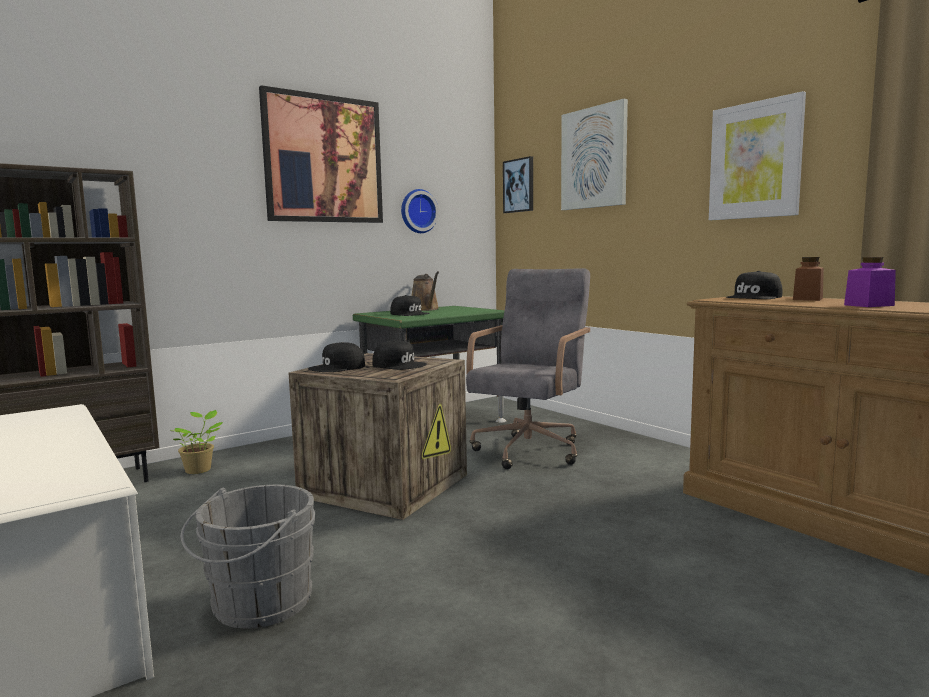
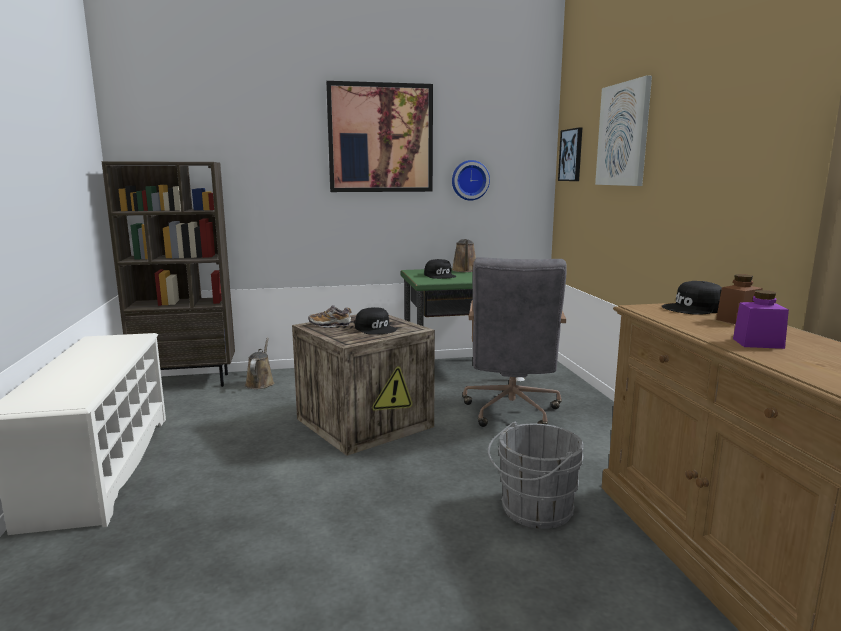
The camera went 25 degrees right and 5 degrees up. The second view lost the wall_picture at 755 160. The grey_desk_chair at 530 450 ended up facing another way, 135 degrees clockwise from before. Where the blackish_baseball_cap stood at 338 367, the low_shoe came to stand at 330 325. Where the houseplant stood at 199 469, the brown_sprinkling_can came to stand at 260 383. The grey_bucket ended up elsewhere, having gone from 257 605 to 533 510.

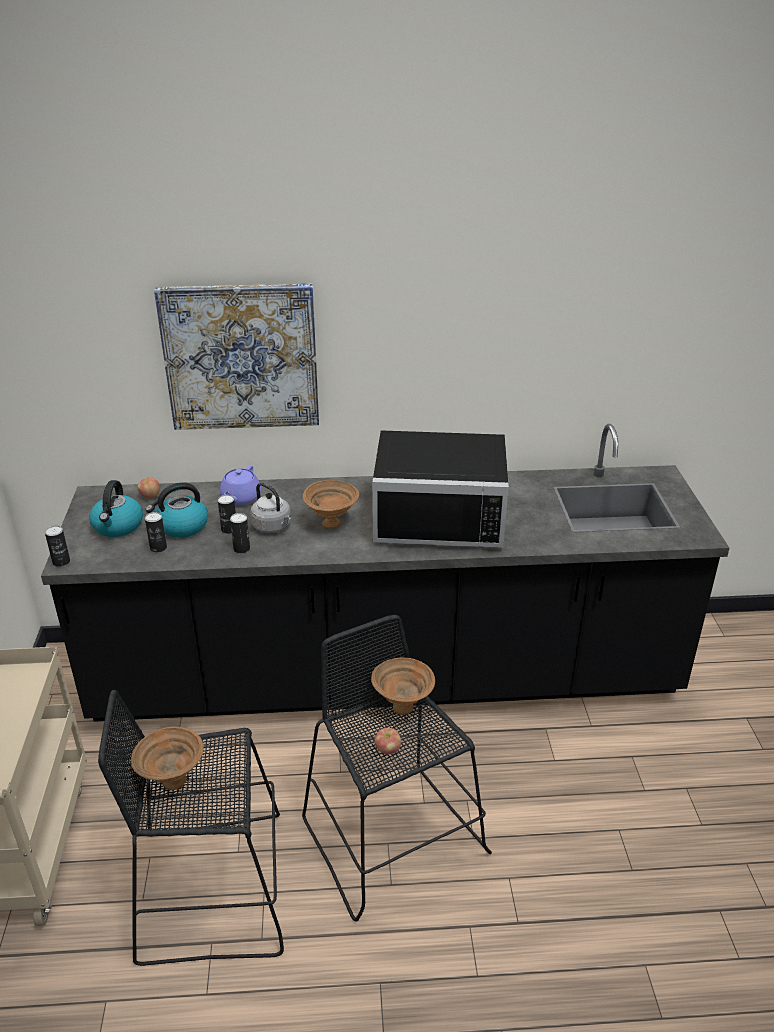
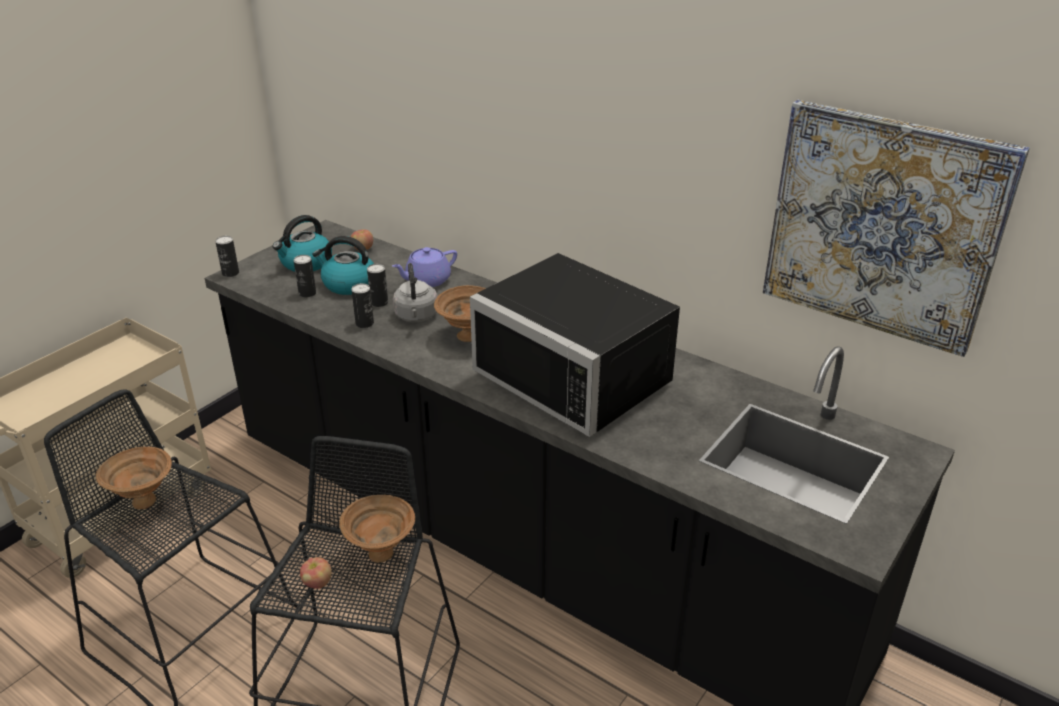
The camera went 40 degrees right and 0 degrees up. The wall_picture ended up elsewhere, having gone from 241 357 to 883 226.

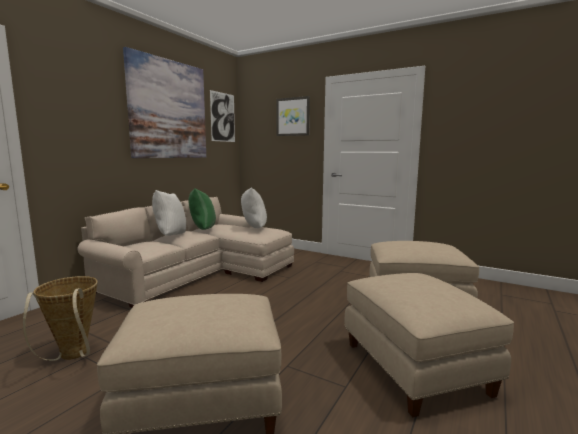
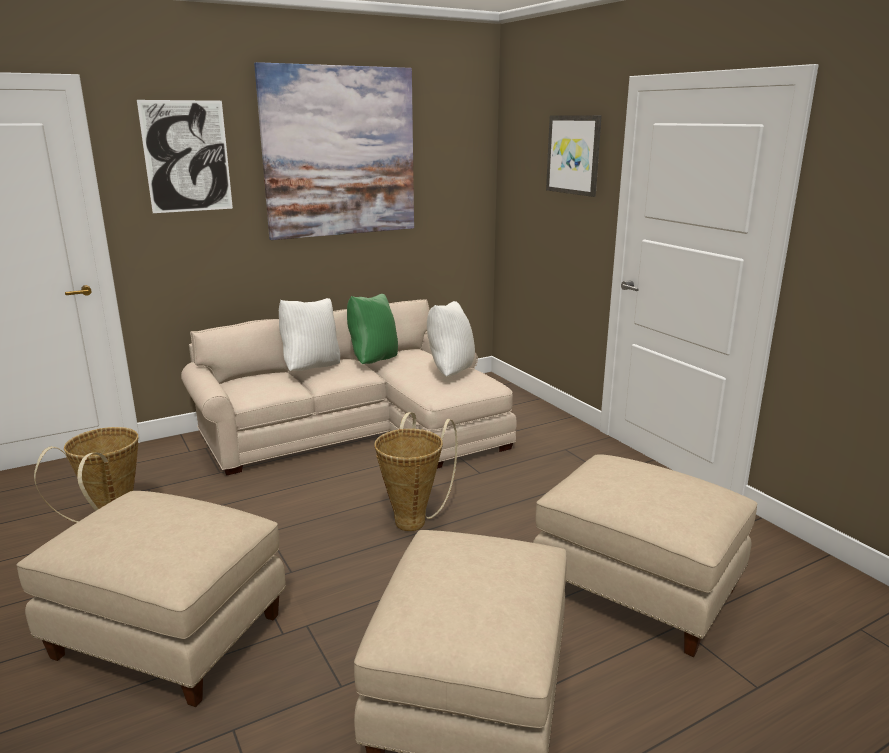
The camera went 30 degrees right and 10 degrees up. The wall_picture ended up elsewhere, having gone from 223 117 to 187 156. The second view gained the basket at 414 519.

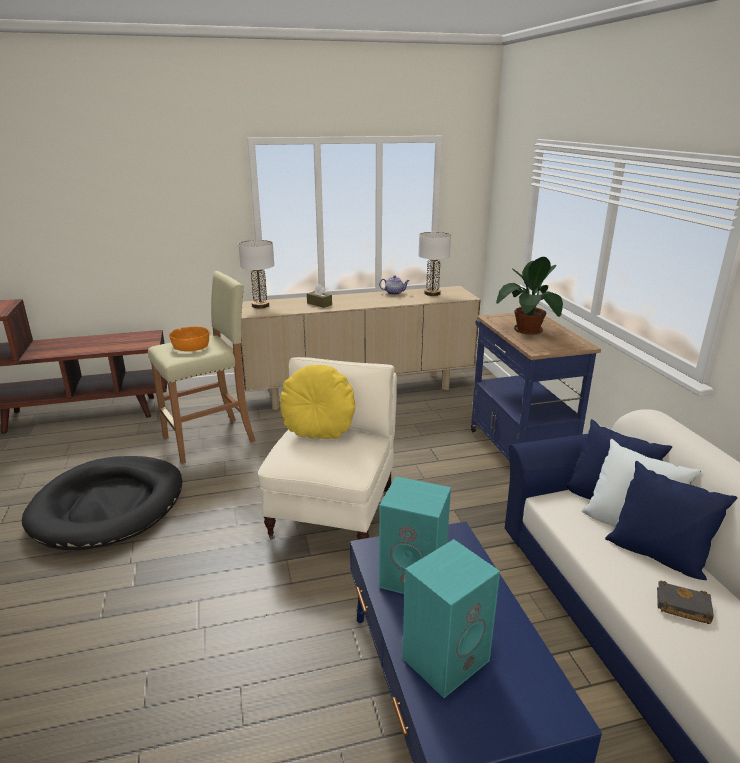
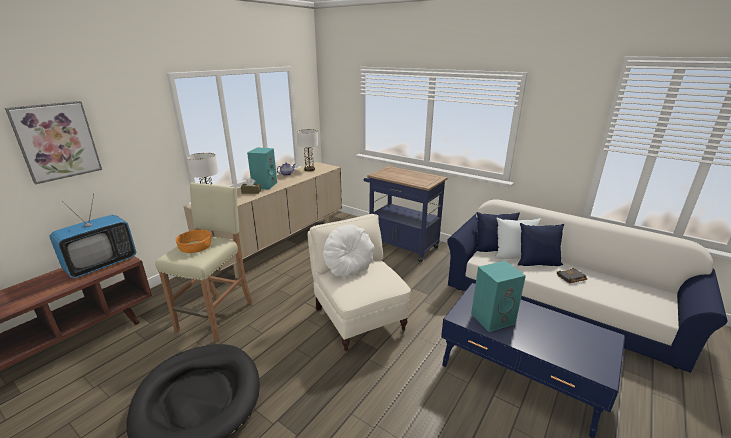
The camera went 40 degrees left and 0 degrees up. The second view lost the houseplant at 527 330. What was the yellow_cushion at 319 433 turned into the white-coloured_cushion at 349 271. The turquoise-coloured_loudspeaker ended up elsewhere, having gone from 445 657 to 264 185. The second view gained the wall_picture at 57 141. The second view gained the TV at 101 264.

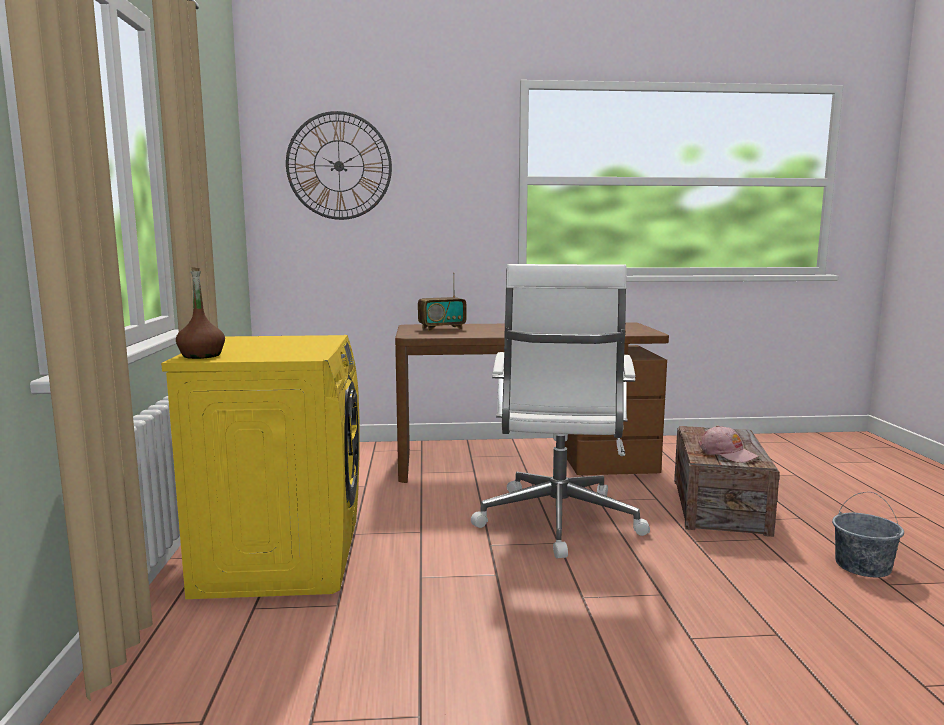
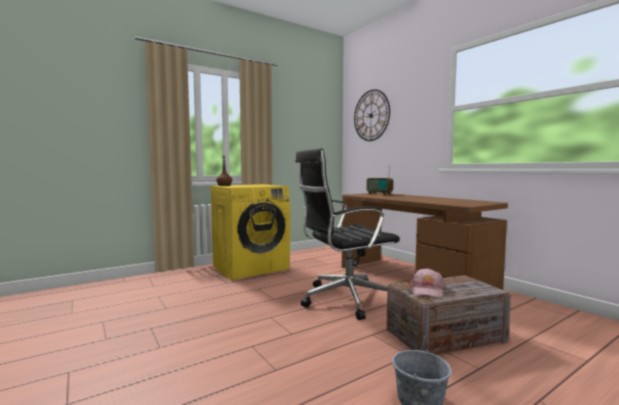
The camera went 60 degrees right and 5 degrees down. What was the white-coloured_desk_chair at 558 522 turned into the blackish_desk_chair at 344 299.

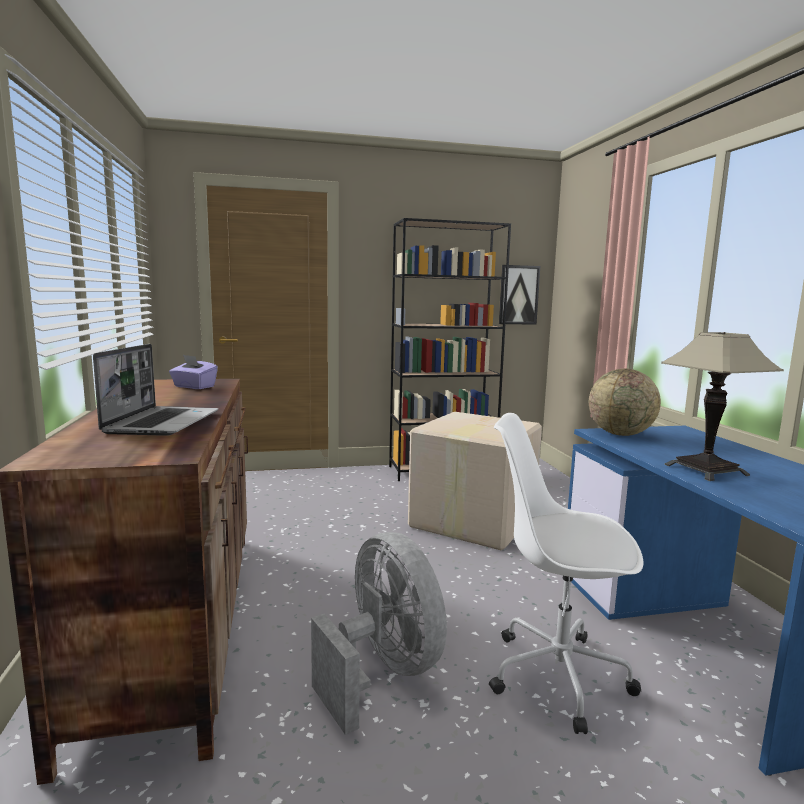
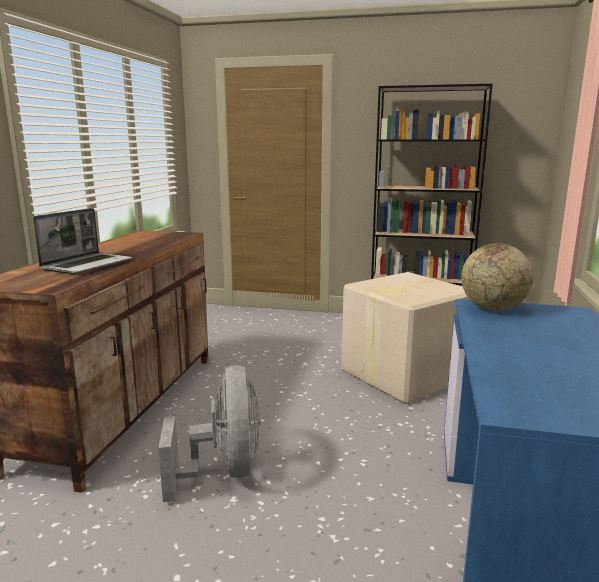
The camera went 25 degrees right and 5 degrees up. The second view lost the wall_picture at 518 295. The second view lost the tabletop_lamp at 706 470. The second view lost the purplish_box_of_tissues at 194 387. The second view lost the white-coloured_desk_chair at 554 675.

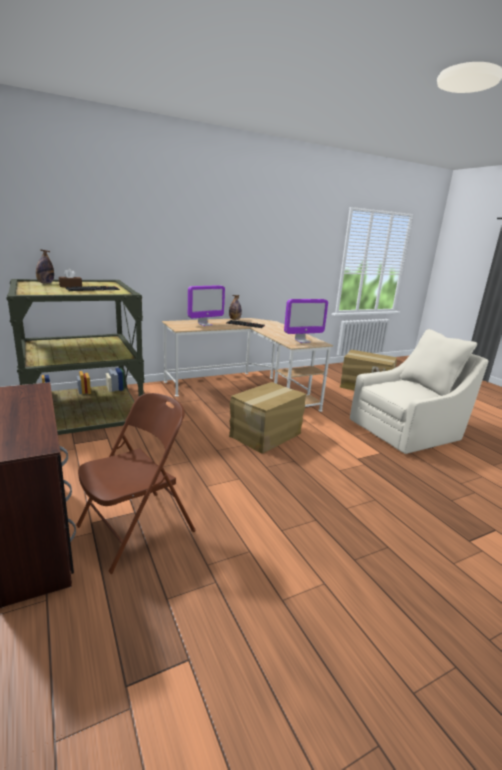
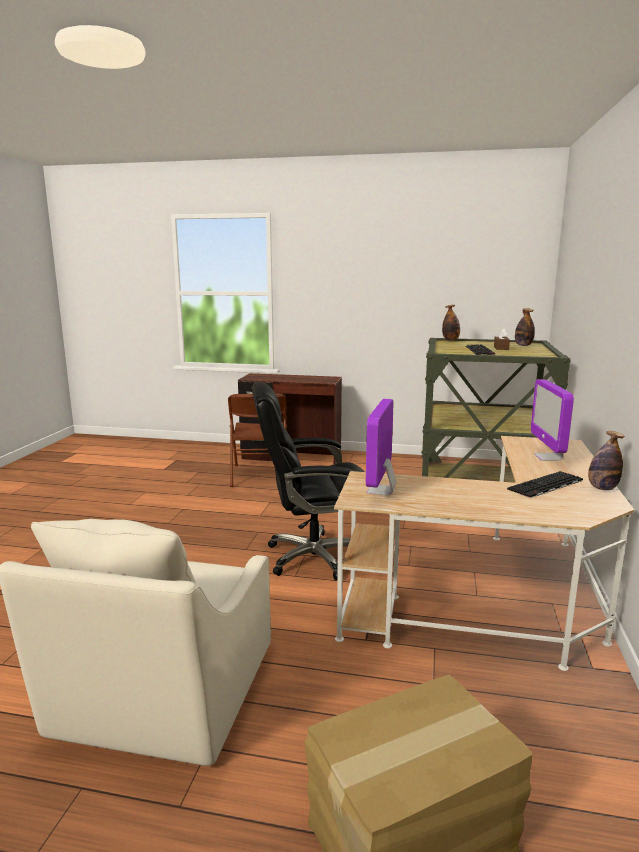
The camera went 130 degrees right and 5 degrees down. Where the cardboard_box stood at 266 435, the blackish_desk_chair came to stand at 316 556. The second view gained the bottle at 450 340.

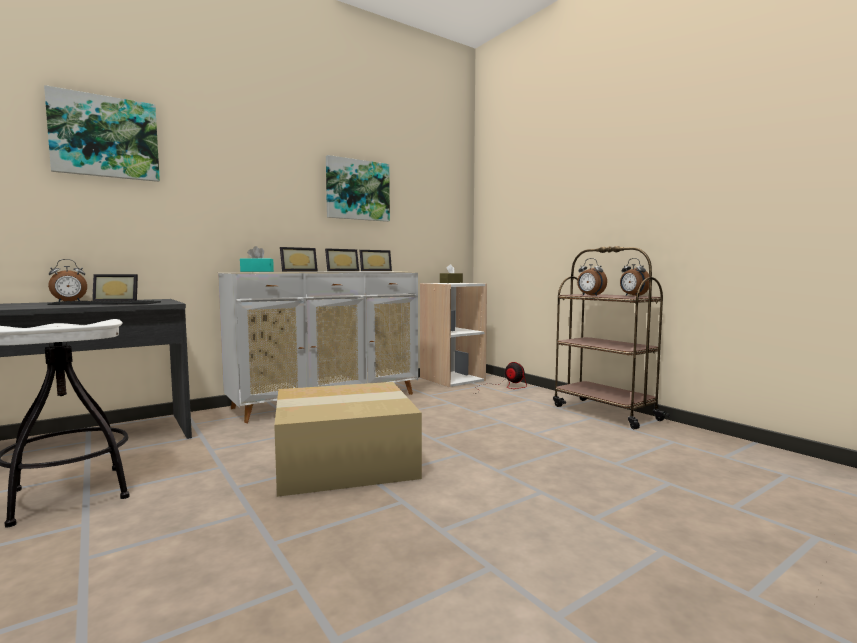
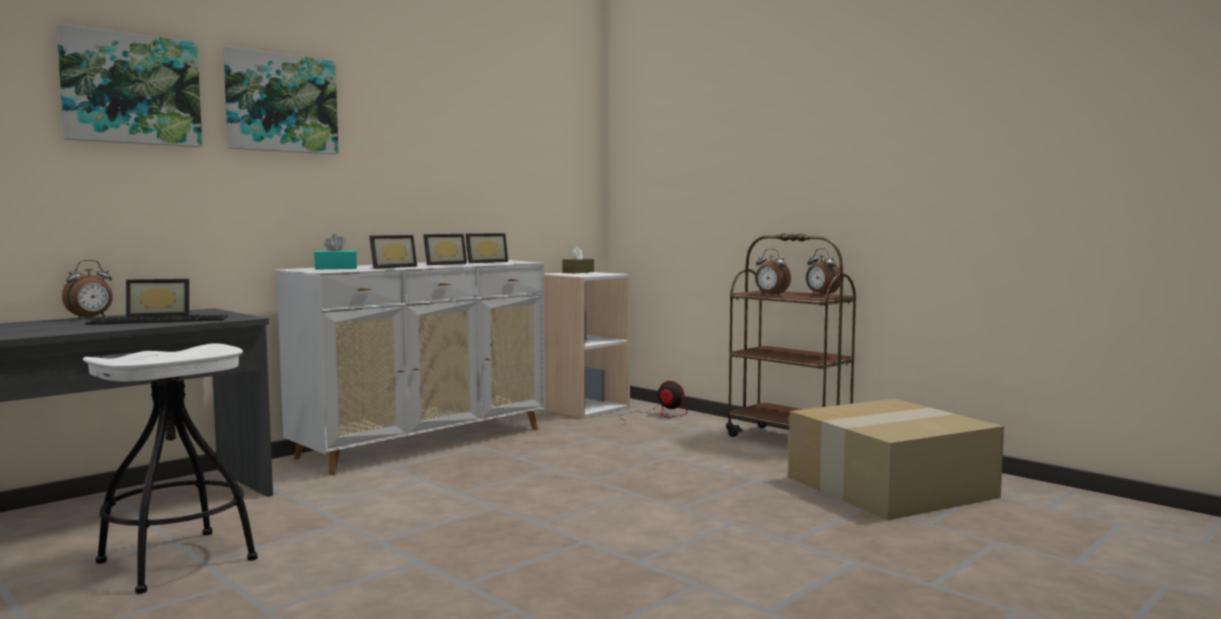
The camera went 10 degrees left and 0 degrees up. The wall_picture ended up elsewhere, having gone from 357 190 to 281 103. The cardboard_box ended up elsewhere, having gone from 346 459 to 890 486.

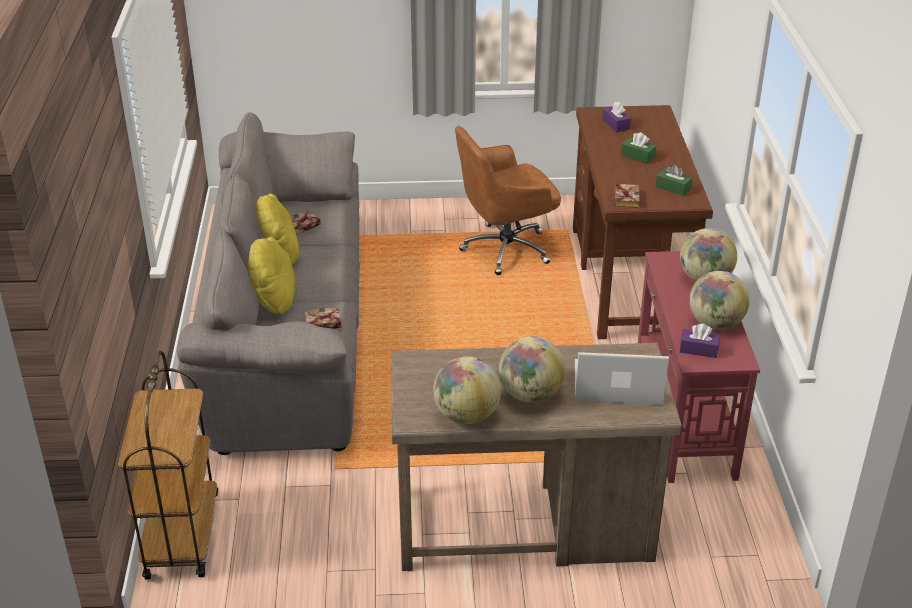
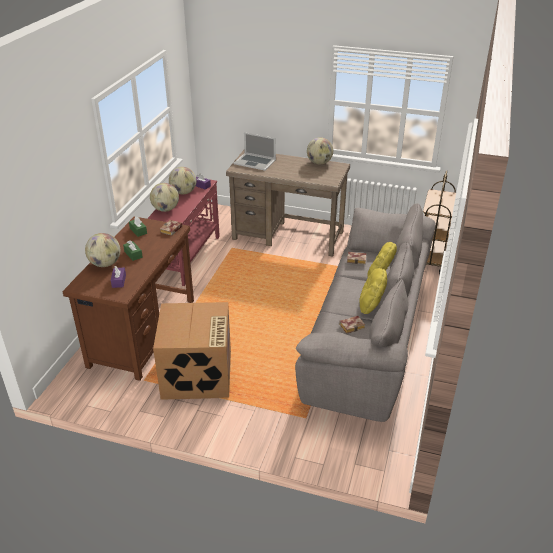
The camera went 160 degrees left and 0 degrees up. Where the brown_desk_chair stood at 505 248, the cardboard_box came to stand at 198 375. The world_globe ended up elsewhere, having gone from 530 395 to 105 264.

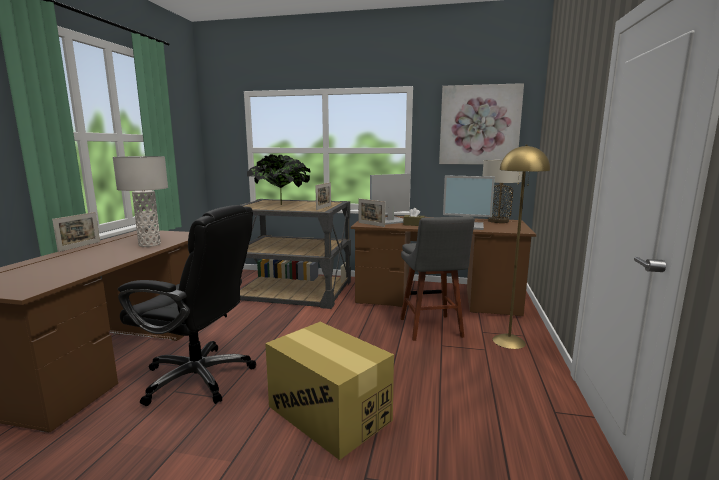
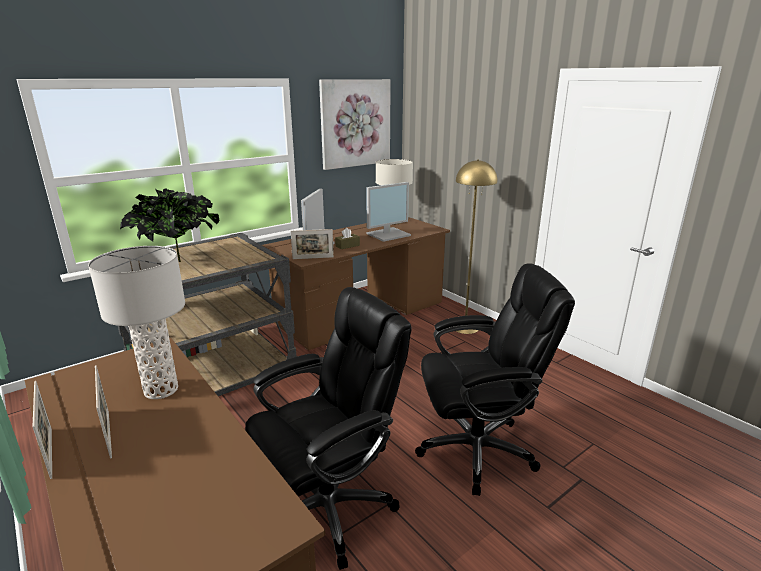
The camera went 50 degrees left and 10 degrees up. The picture_frame ended up elsewhere, having gone from 323 207 to 109 433. The second view lost the grey_stool at 431 329. Where the cardboard_box stood at 329 413, the blackish_desk_chair came to stand at 476 449.

